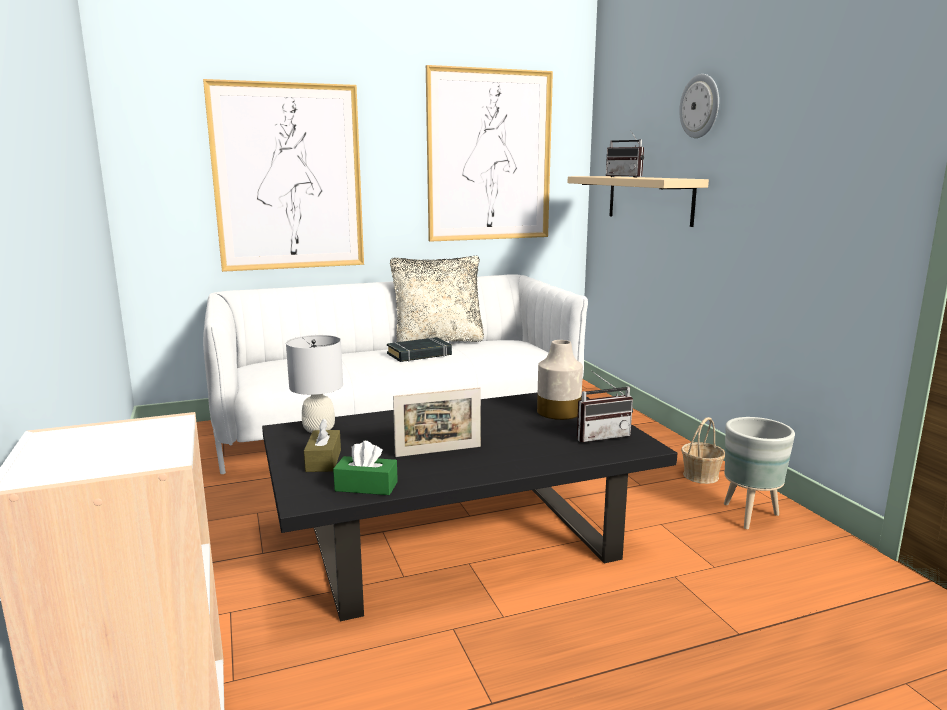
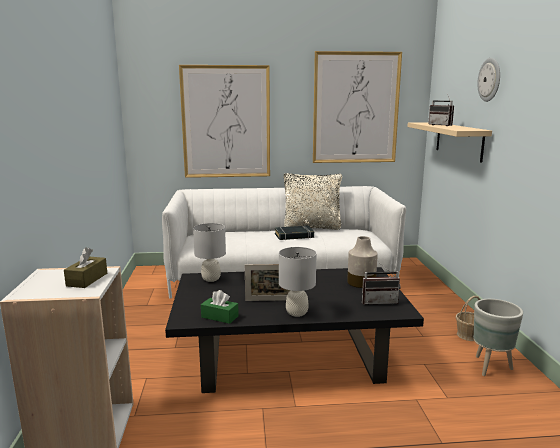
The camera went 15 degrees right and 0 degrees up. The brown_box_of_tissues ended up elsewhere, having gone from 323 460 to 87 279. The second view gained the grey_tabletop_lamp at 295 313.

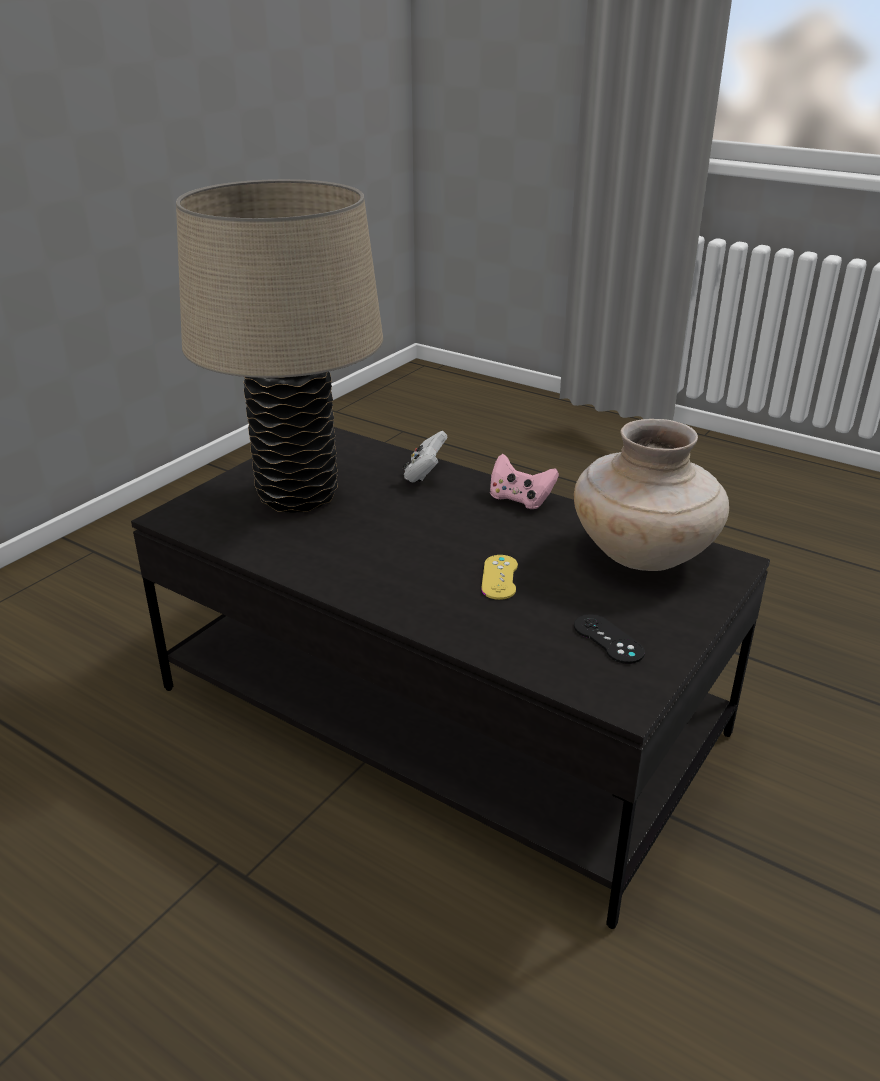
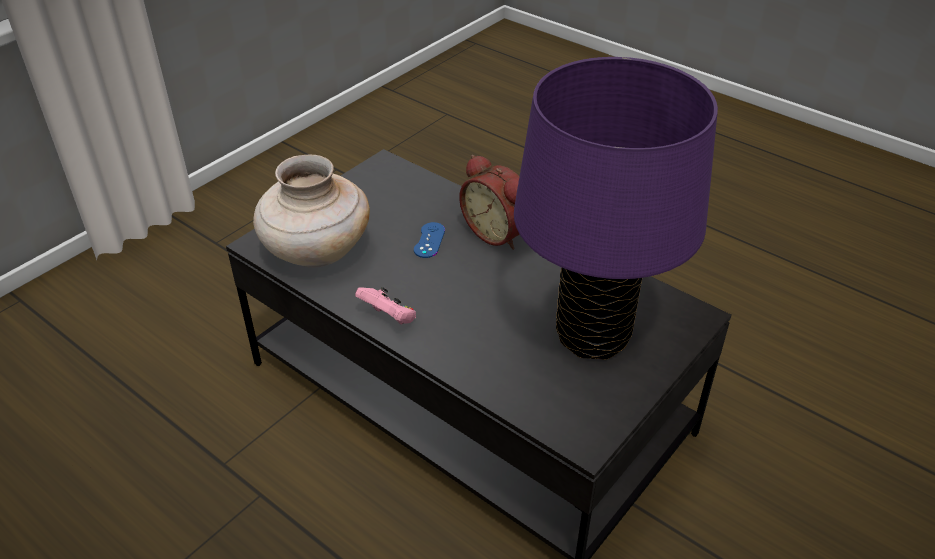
The camera went 175 degrees left and 10 degrees up. What was the beige_tabletop_lamp at 297 496 turned into the purplish_tabletop_lamp at 592 336. The second view lost the white-coloured_gamepad at 425 474. What was the yellow_gamepad at 499 577 turned into the blue_gamepad at 429 240. The second view lost the blackish_gamepad at 608 639. The second view gained the table_clock at 499 232.

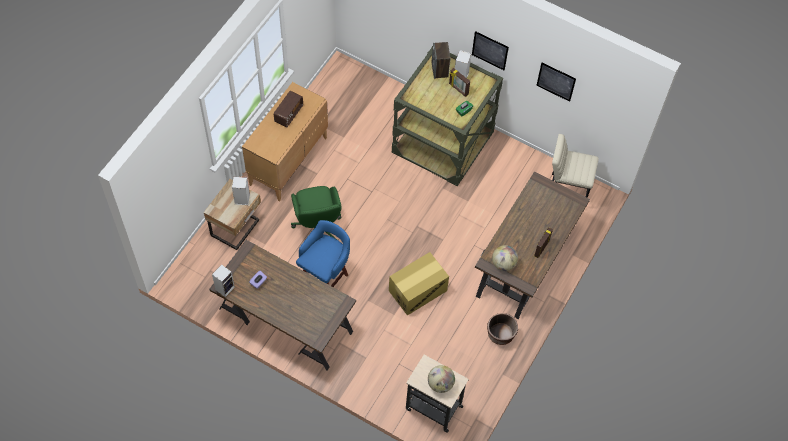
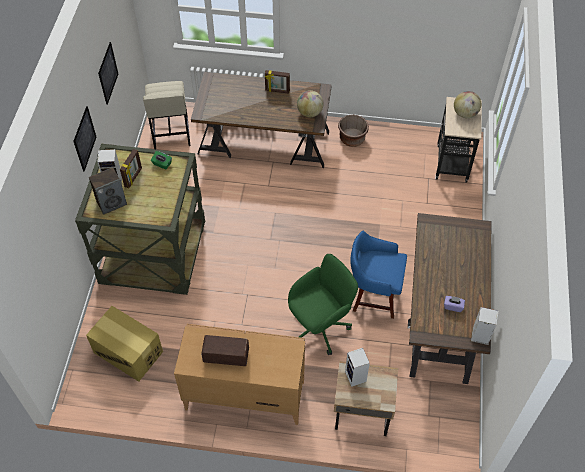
The camera went 110 degrees left and 5 degrees down. The cardboard_box ended up elsewhere, having gone from 417 291 to 128 352.

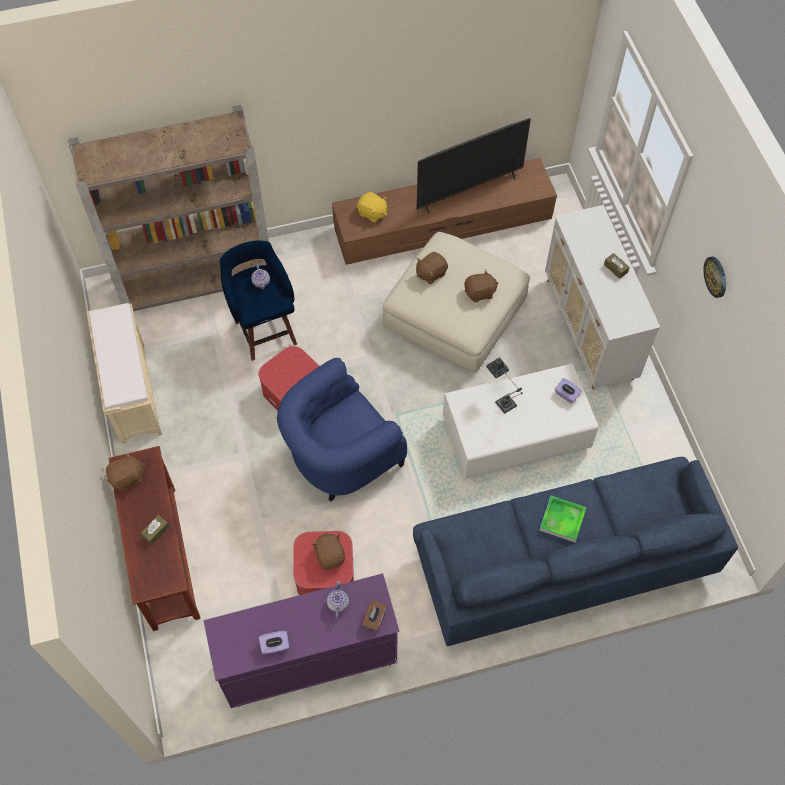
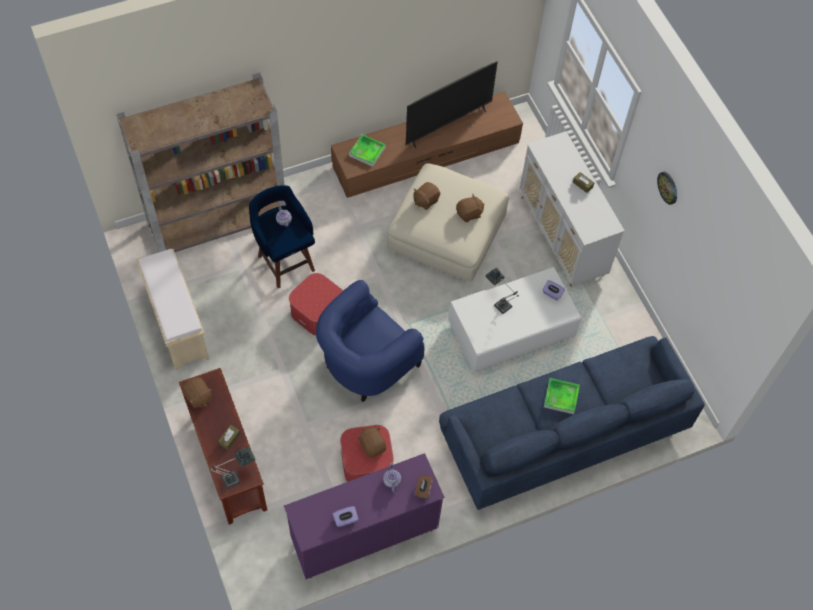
The camera went 10 degrees left and 0 degrees up. Where the yellow_cuddly_toy stood at 372 213, the carrying_tray came to stand at 367 152. The brown_cuddly_toy at 127 478 ended up facing another way, 90 degrees clockwise from before. The second view gained the tabletop_lamp at 235 477.

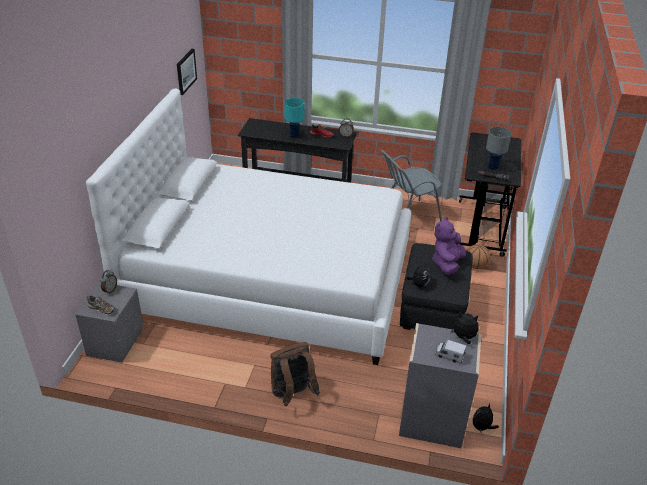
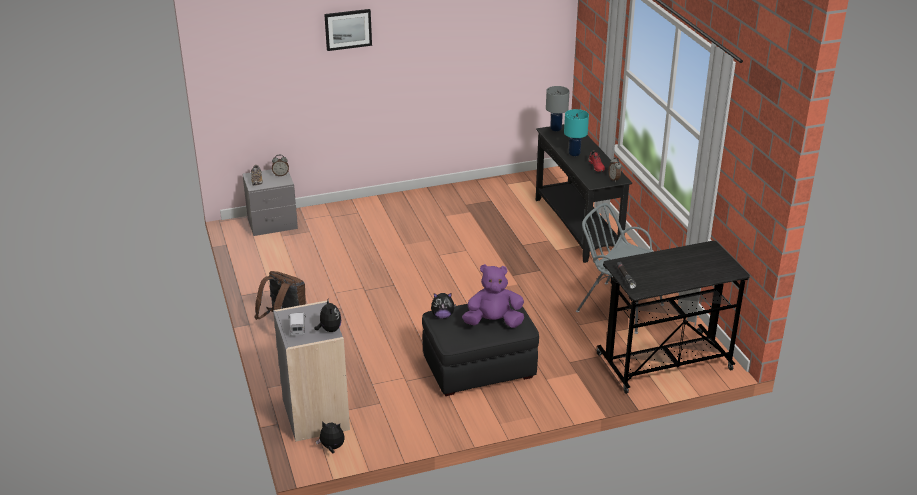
The camera went 60 degrees right and 5 degrees down. The wall_picture ended up elsewhere, having gone from 186 71 to 348 29. The second view lost the white-coloured_bed at 269 279. The grey_tabletop_lamp ended up elsewhere, having gone from 493 167 to 555 129. The second view lost the basketball_ball at 475 266.

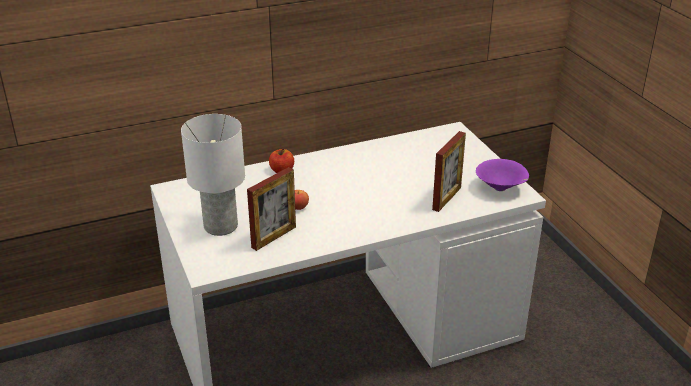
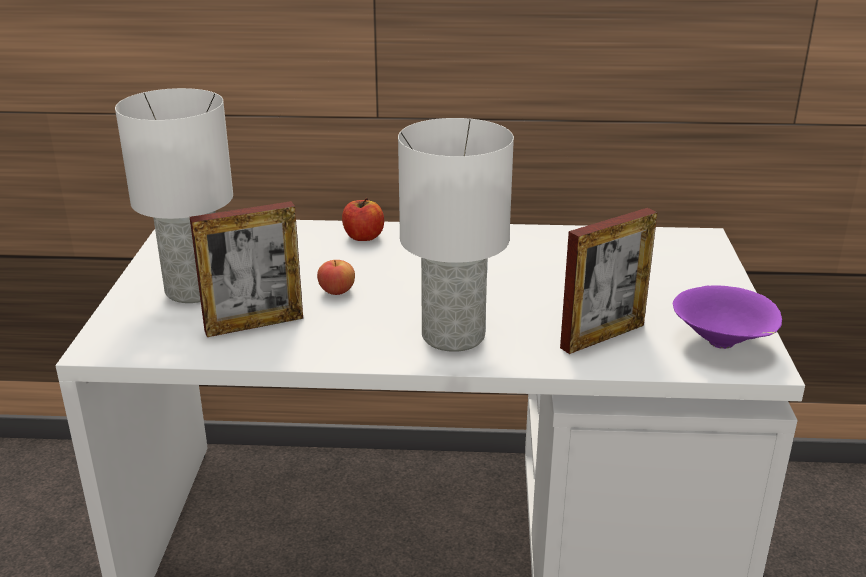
The camera went 25 degrees right and 5 degrees down. The second view gained the white-coloured_tabletop_lamp at 454 336.

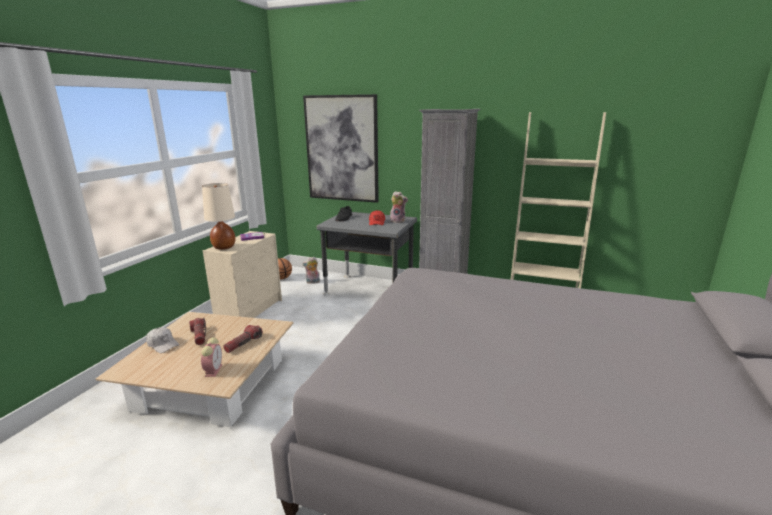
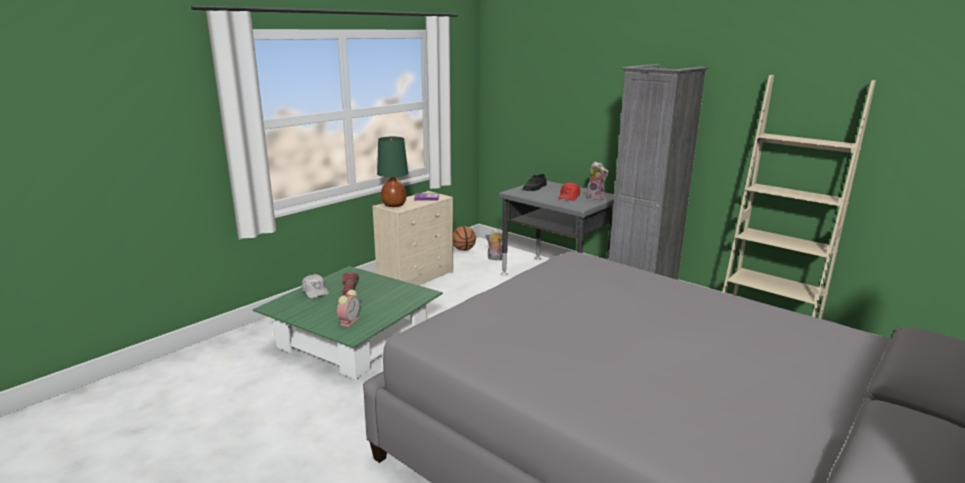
The camera went 20 degrees right and 0 degrees up. The second view lost the wall_picture at 342 149. What was the beige_tabletop_lamp at 224 247 turned into the green_tabletop_lamp at 394 205. What was the beige_coffee_table at 211 384 turned into the green_coffee_table at 353 339. The second view lost the hand_torch at 243 343.

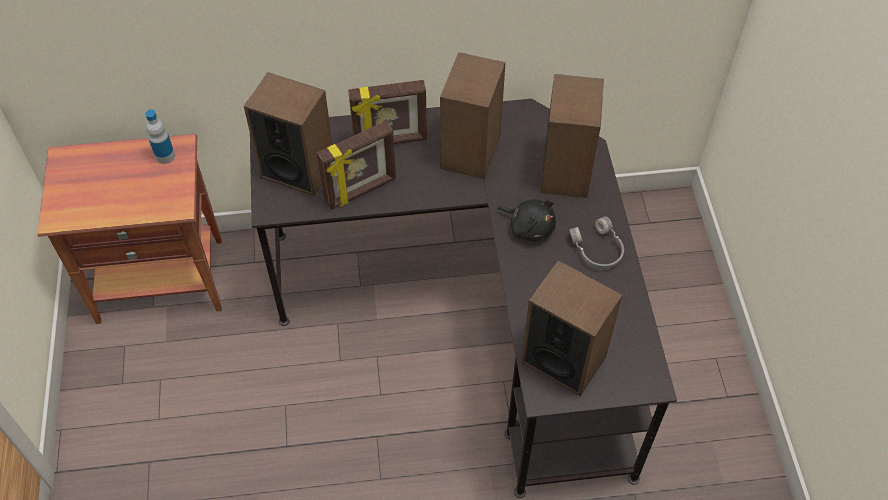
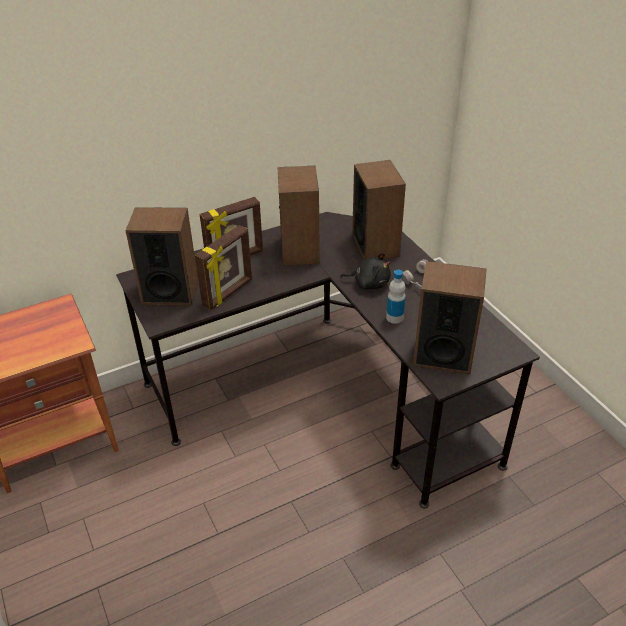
The camera went 20 degrees left and 15 degrees down. The bottle ended up elsewhere, having gone from 165 156 to 394 317.

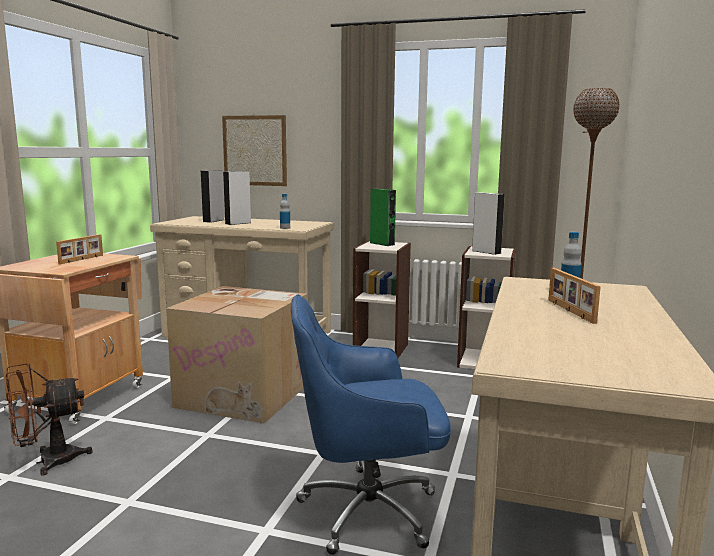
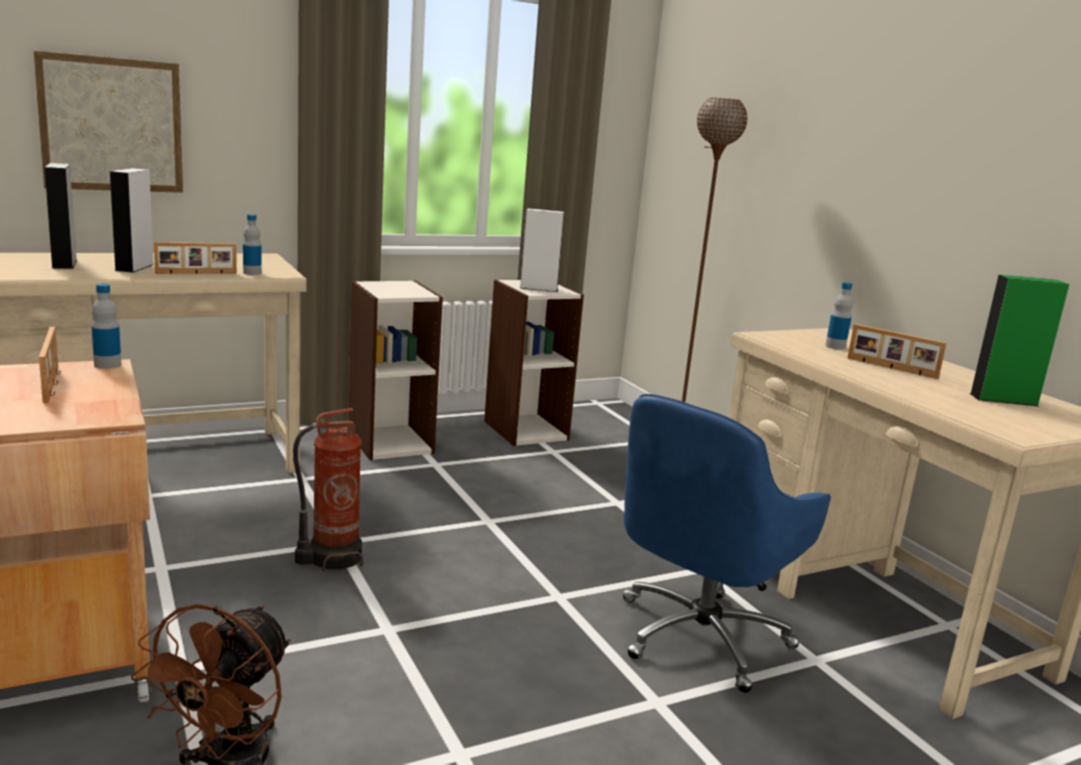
The camera went 45 degrees left and 5 degrees up. The green_loudspeaker ended up elsewhere, having gone from 382 244 to 1003 399. Where the cardboard_box stood at 245 395, the fire_extinguisher came to stand at 332 558. The second view gained the picture_frame at 196 273. The second view gained the bottle at 107 365.

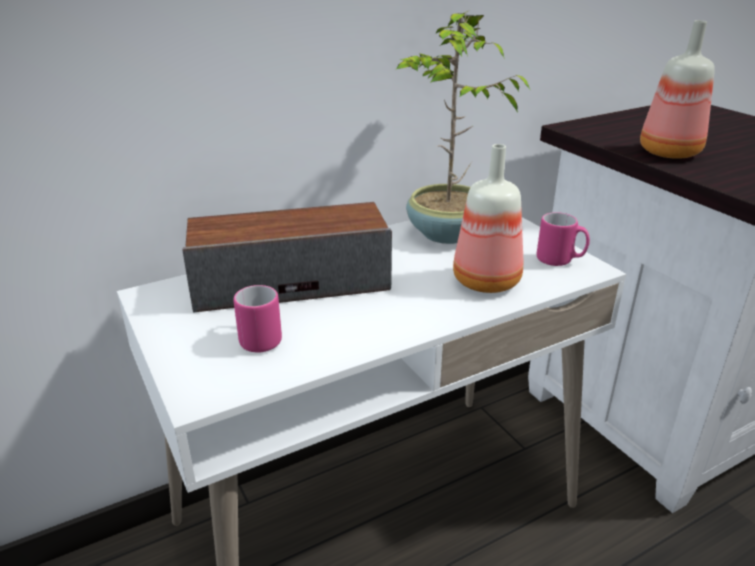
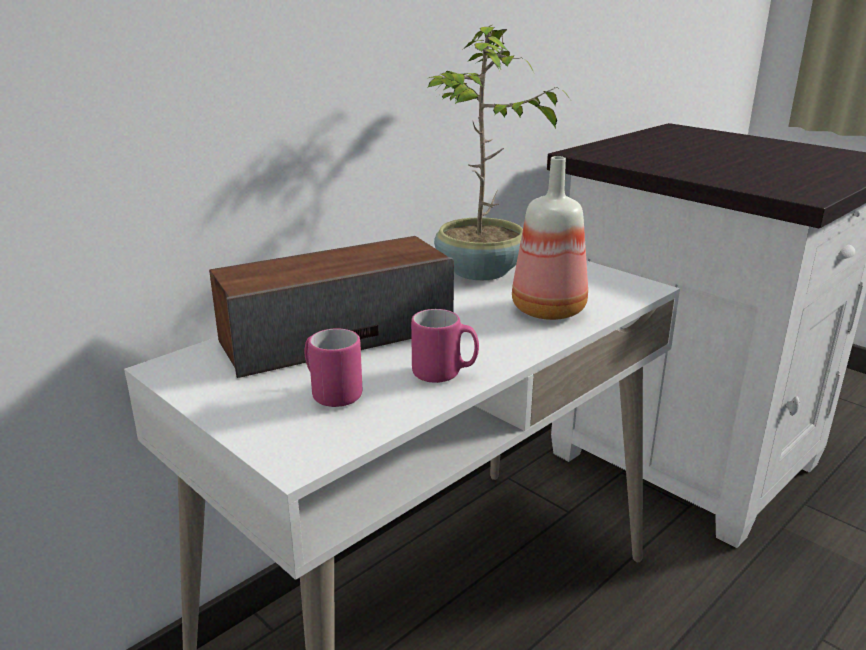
The camera went 15 degrees left and 5 degrees down. The second view lost the bottle at 670 153. The pinkish_tea_mug ended up elsewhere, having gone from 560 260 to 445 374.

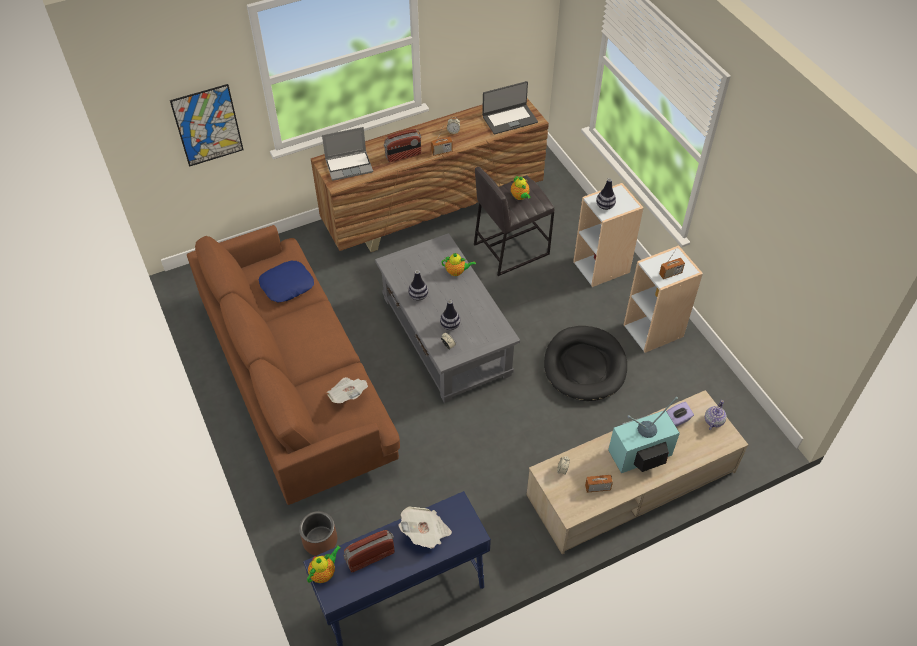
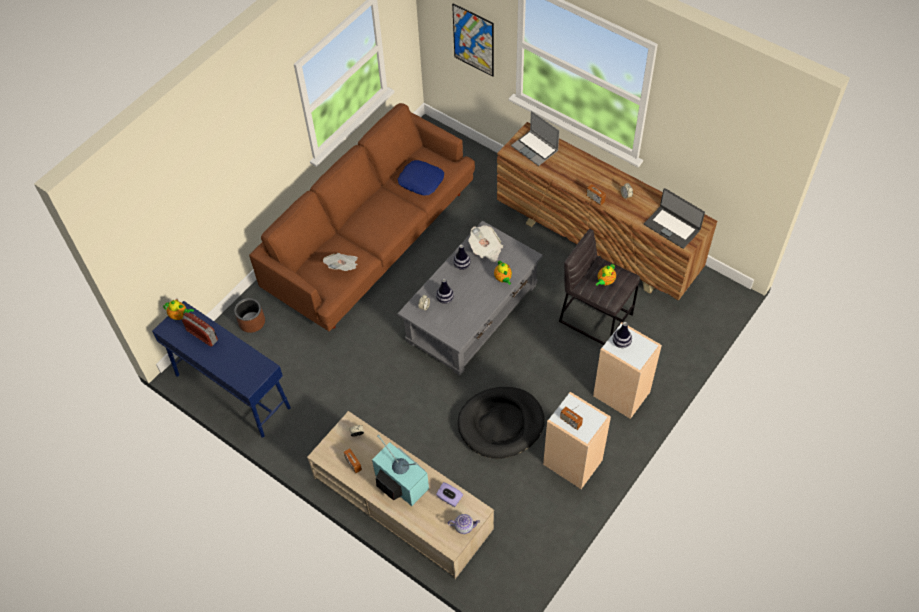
The camera went 65 degrees right and 5 degrees up. The second view lost the radio_set at 403 155. The daily_paper ended up elsewhere, having gone from 425 533 to 486 249.

